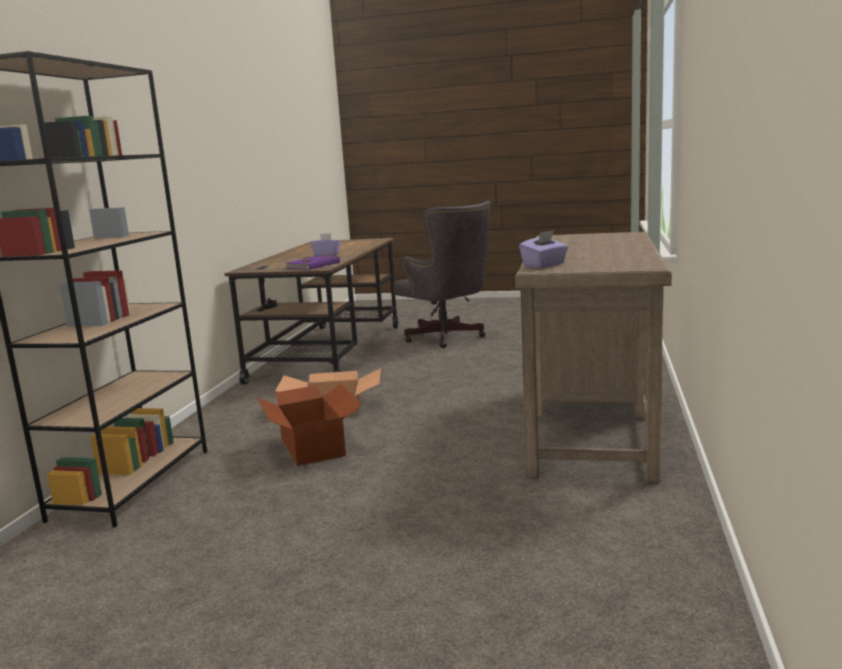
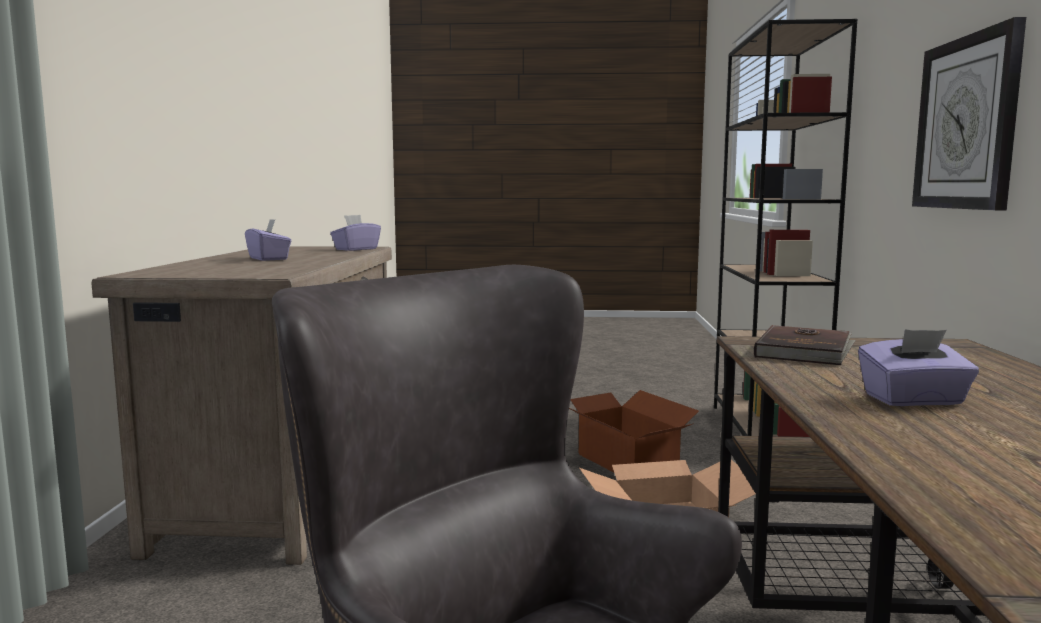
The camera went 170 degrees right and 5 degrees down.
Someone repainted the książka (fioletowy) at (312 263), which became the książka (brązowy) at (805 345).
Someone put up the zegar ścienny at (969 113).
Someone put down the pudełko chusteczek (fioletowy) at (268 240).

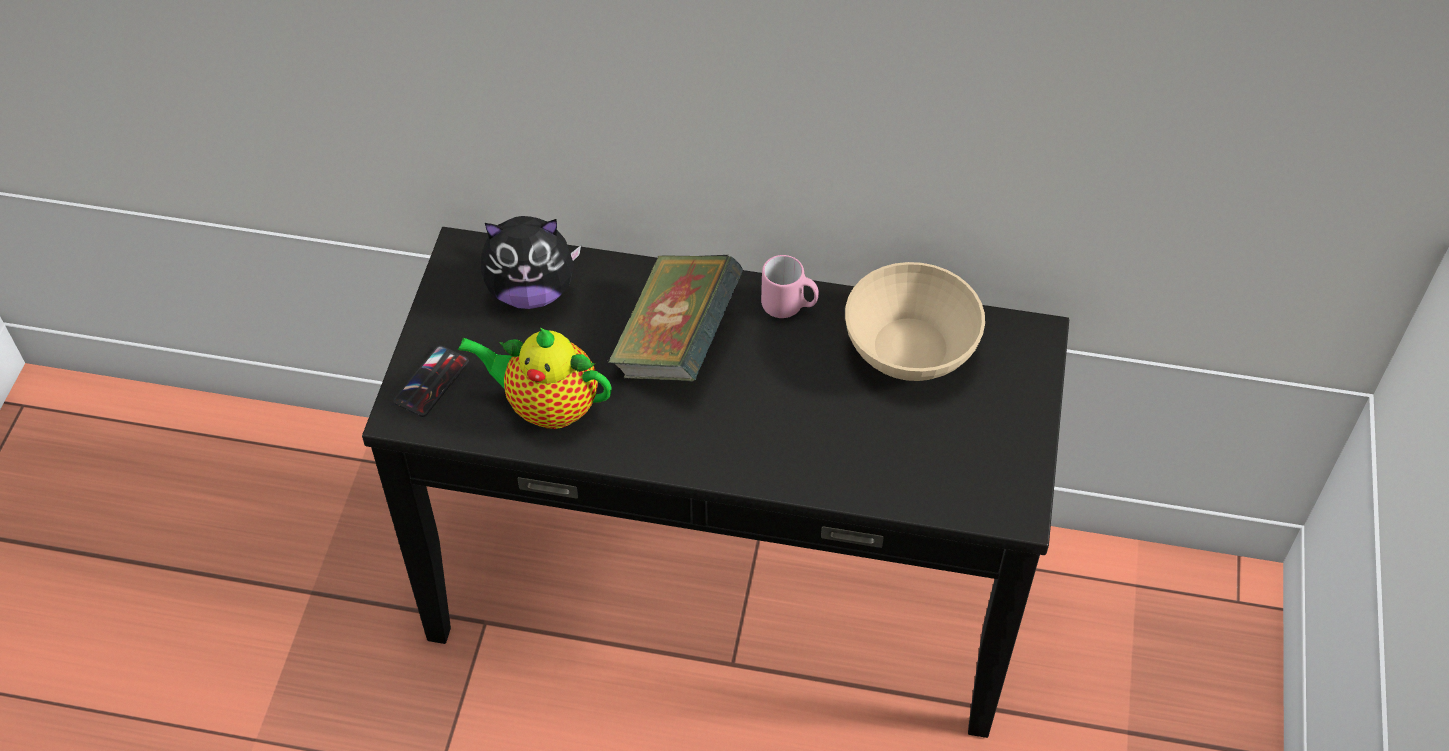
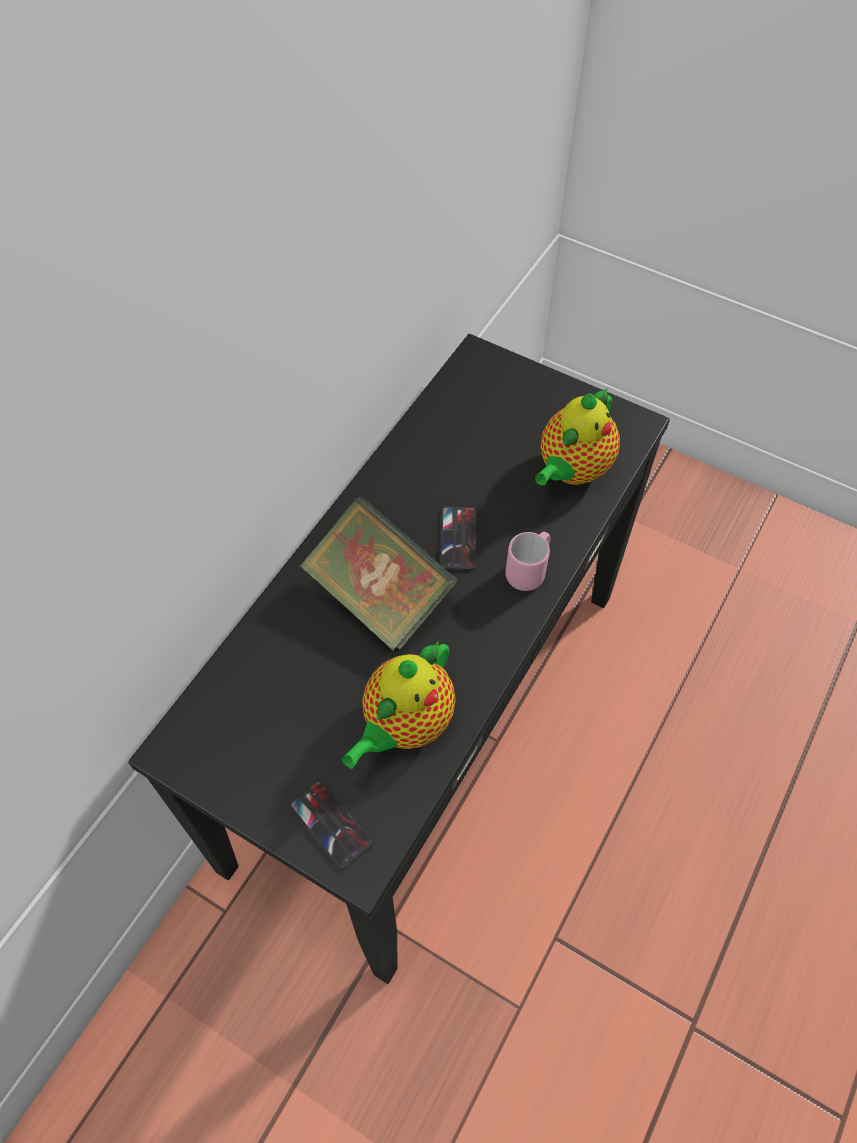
The camera went 70 degrees left and 5 degrees up.
Someone took away the pluszak at (531 262).
Someone carried the kubek (różowy) from (790 286) to (528 561).
Someone took away the miska (beżowy) at (915 321).
Someone put down the imbryk at (577 437).
Someone put down the telefon at (458 538).

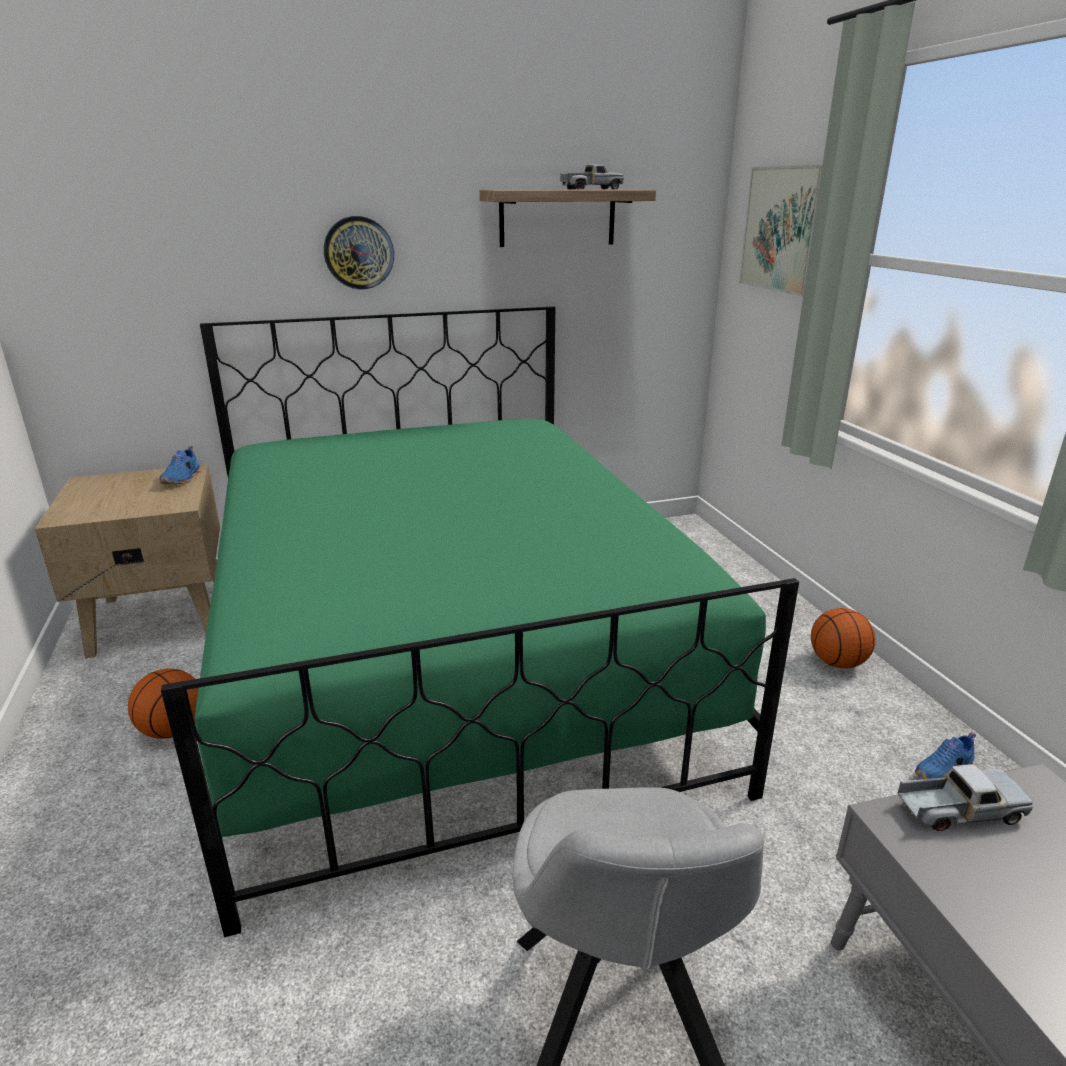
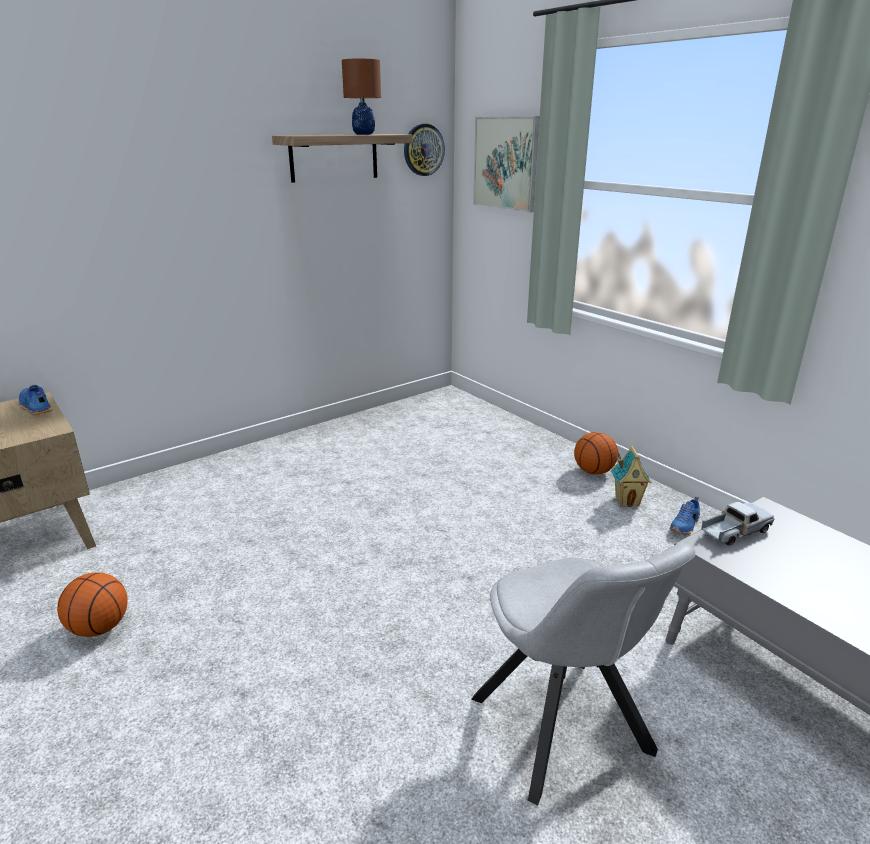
The camera went 20 degrees left and 0 degrees up.
Someone swapped the ciężarówka zabawkowa at (592 176) for the lampa stołowa (brązowy) at (361 97).
Someone carried the zegar ścienny from (359 253) to (424 150).
Someone took away the łóżko (zielony) at (480 621).
Someone rotated the but (niebieski) at (180 465) by 150 degrees clockwise.
Someone put down the domek at (631 476).

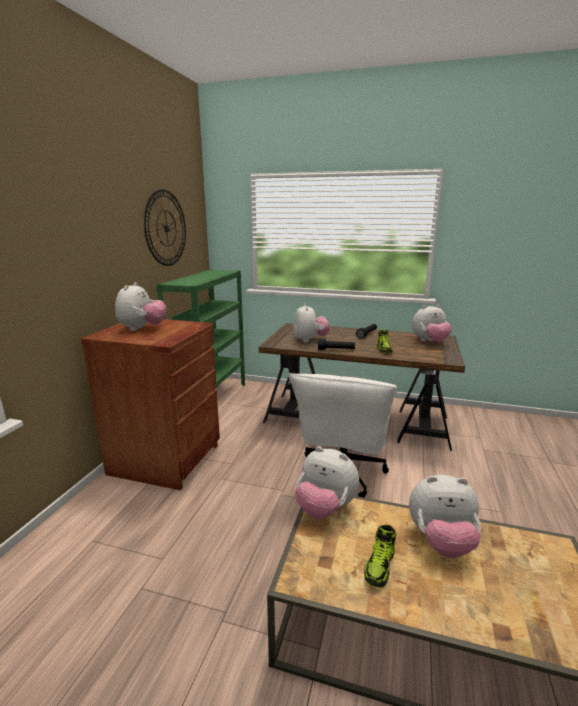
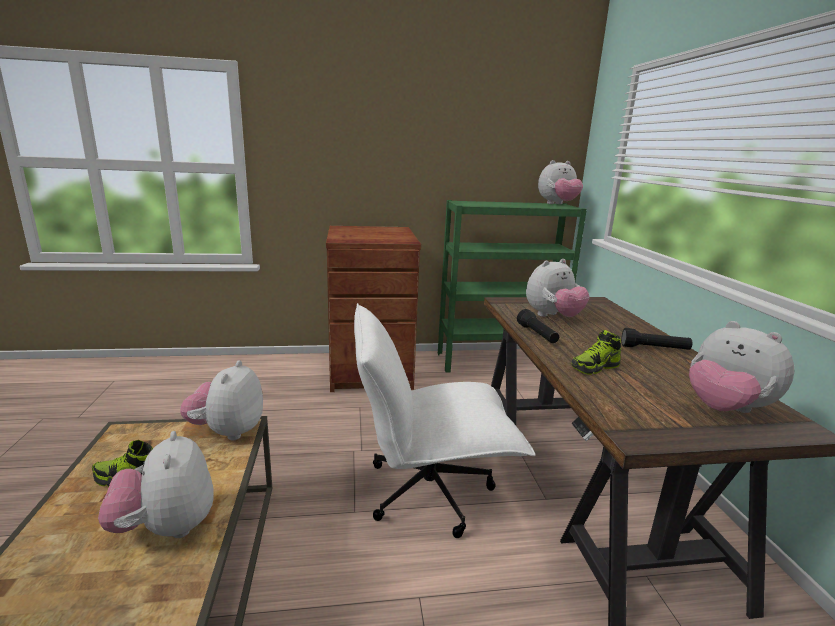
The camera went 65 degrees right and 0 degrees up.
Someone took away the zegar ścienny at (165 227).
Someone carried the pluszak from (140 306) to (560 182).

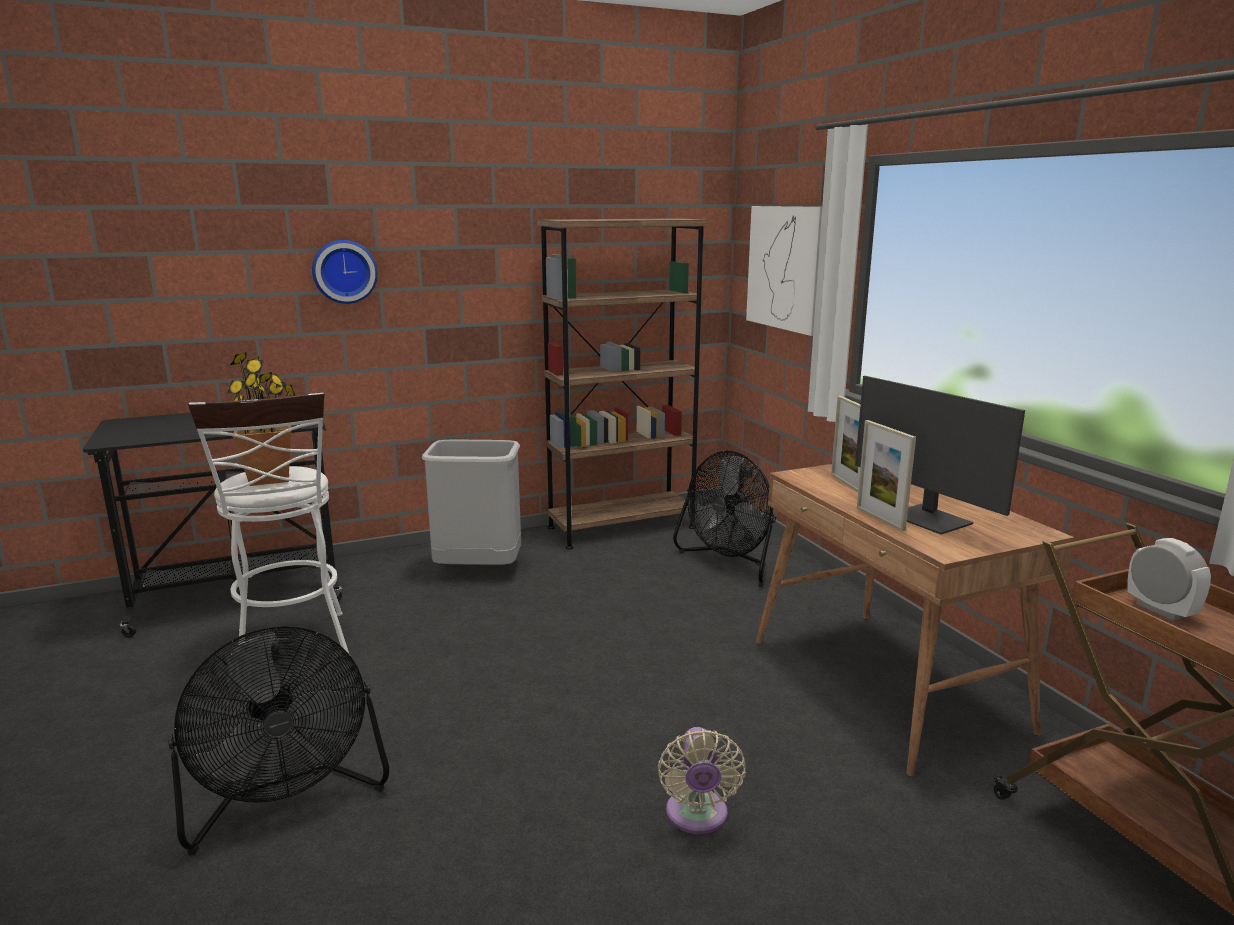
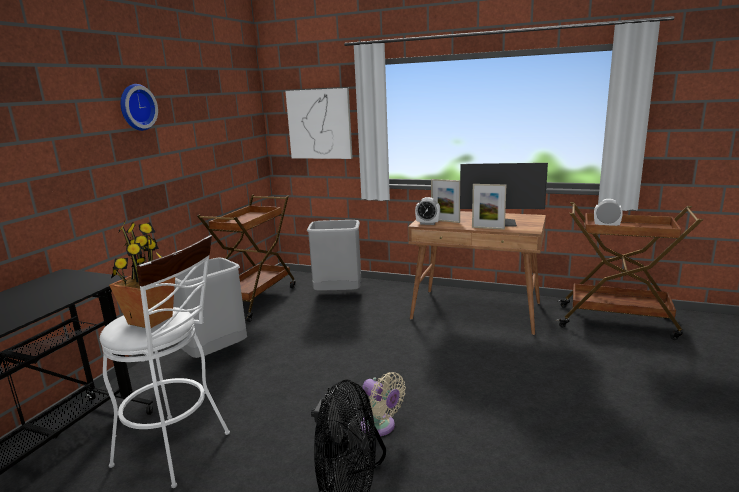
The camera went 45 degrees left and 0 degrees up.
Someone swapped the regał (brązowy) at (622 383) for the wózek (brązowy) at (246 258).
Someone carried the zegar ścienny from (345 272) to (139 107).
Someone swapped the wentylator (czarny) at (725 519) for the kosz na śmieci (szary) at (334 255).
Someone carried the wentylator (beżowy) from (702 780) to (383 404).
Someone put down the budzik at (427 211).

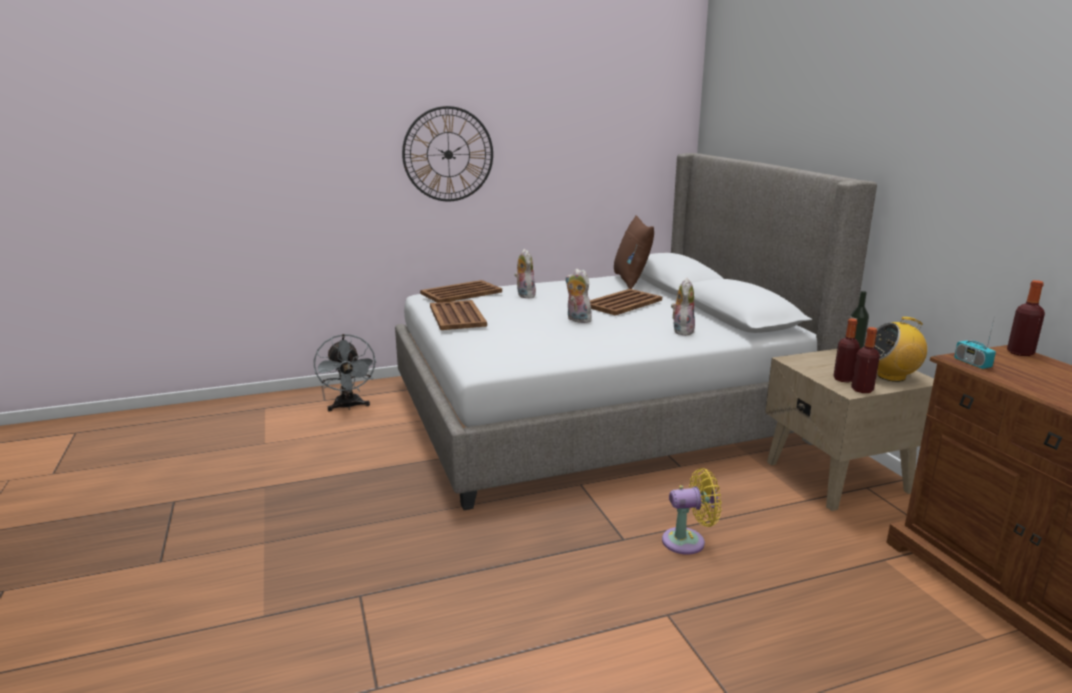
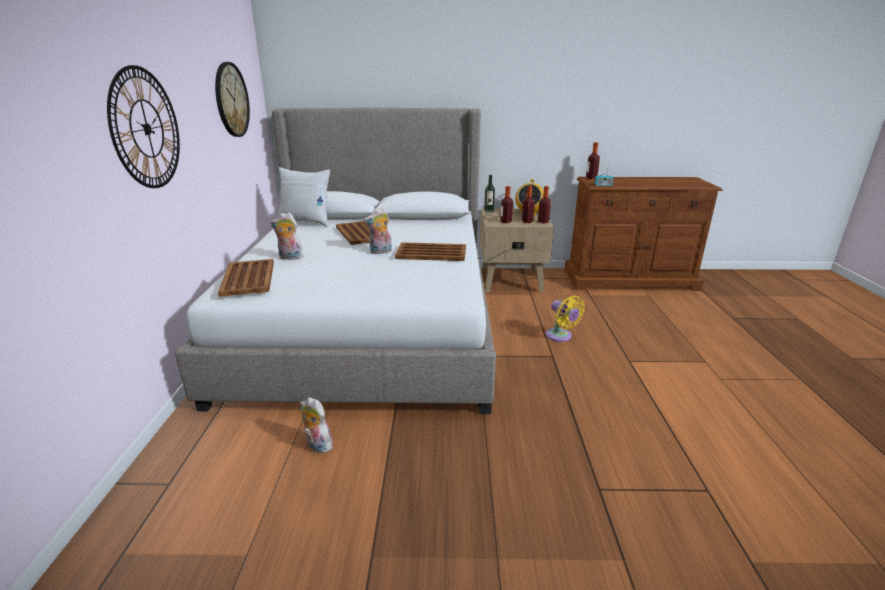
The camera went 70 degrees left and 5 degrees up.
Someone repainted the poduszka (brązowy) at (634 252), which became the poduszka (szary) at (304 197).
Someone carried the pluszak from (683 307) to (316 425).
Someone carried the taca (brązowy) from (458 315) to (430 251).
Someone took away the wentylator (szary) at (345 372).
Someone rotated the wentylator (żółty) at (692 511) by 135 degrees clockwise.
Someone put up the zegar ścienny at (232 99).
Someone put down the butelka at (506 204).

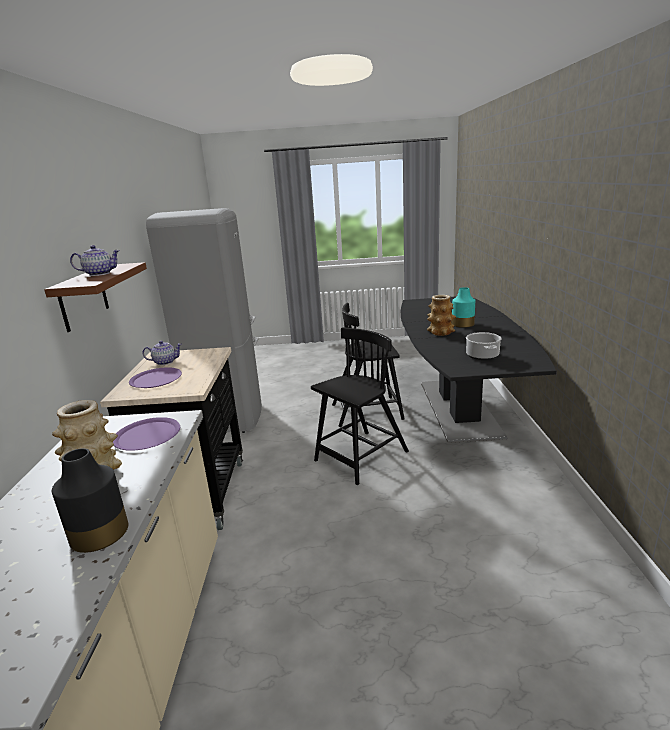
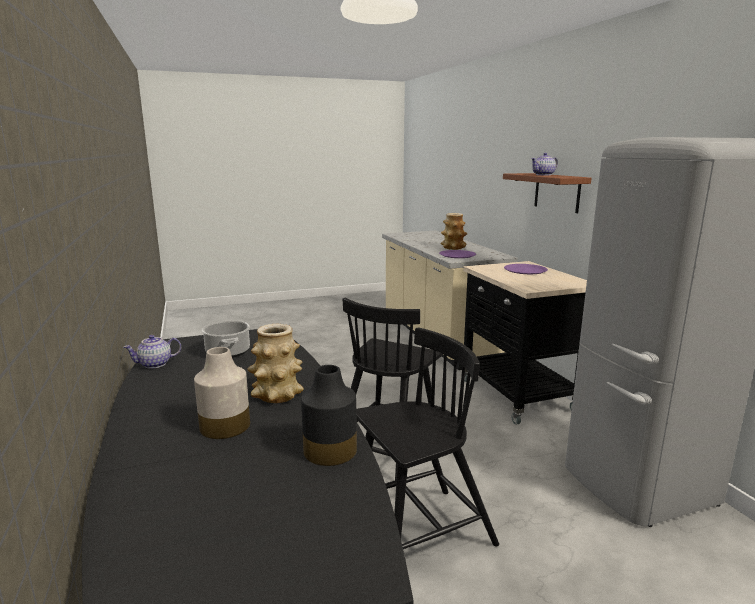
The camera went 160 degrees right and 5 degrees down.
Someone repainted the wazon (turkusowy) at (463 307), which became the wazon (beżowy) at (222 393).
Someone carried the imbryk from (162 353) to (152 351).
Someone carried the wazon (czarny) from (90 500) to (329 415).

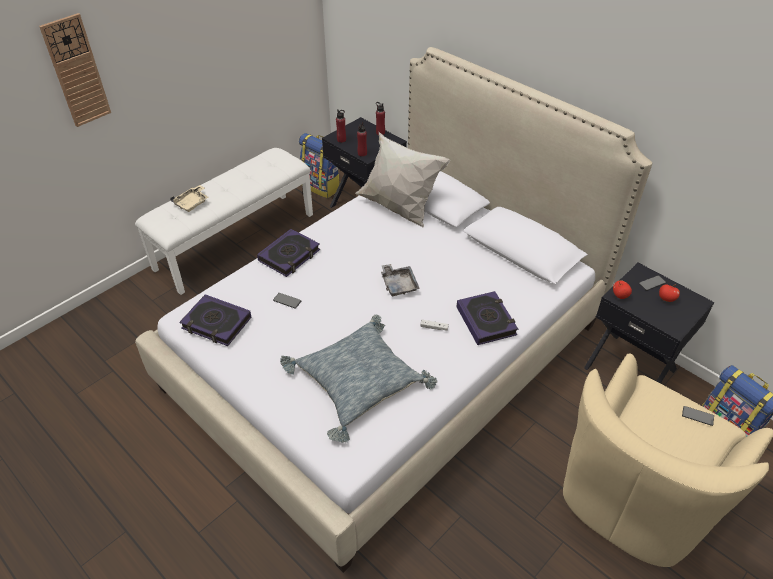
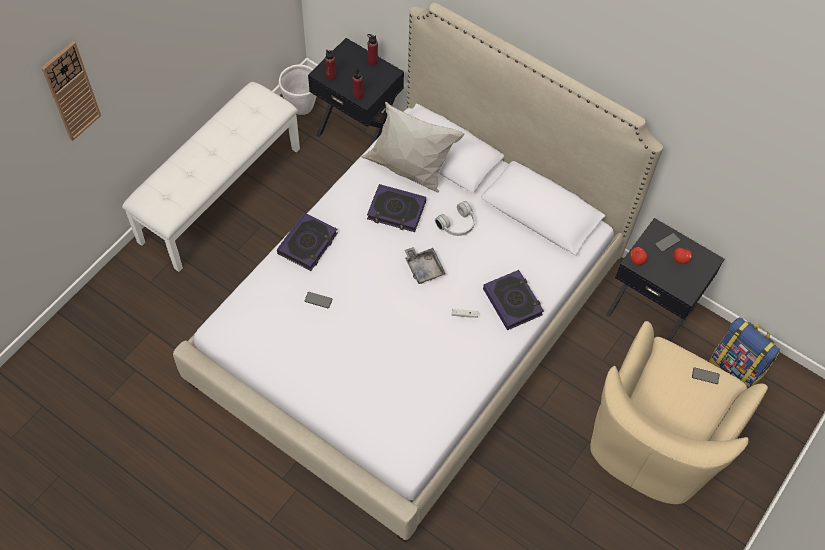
The camera went 10 degrees left and 15 degrees up.
Someone swapped the plecak at (319 165) for the donica (biały) at (298 89).
Someone took away the taca (beżowy) at (189 198).
Someone carried the książka from (215 320) to (396 208).
Someone took away the poduszka at (358 378).
Someone put down the słuchawki (biały) at (455 218).

